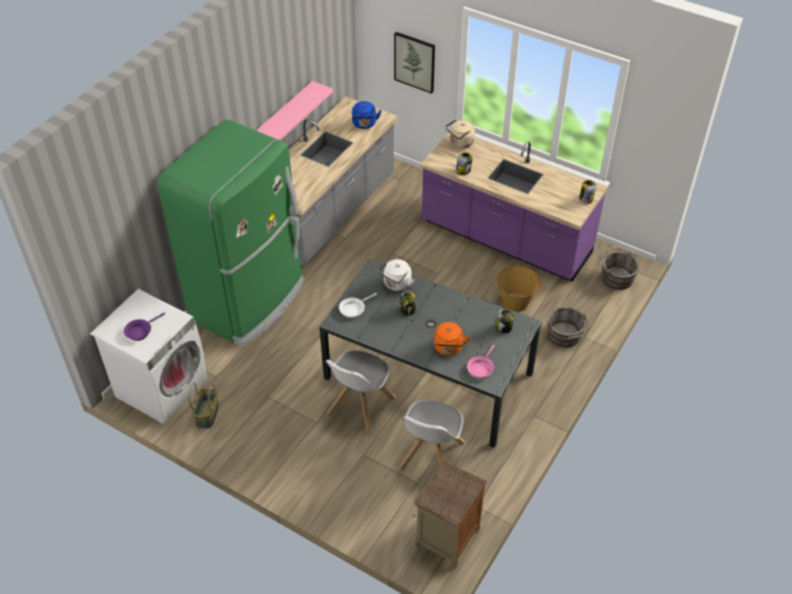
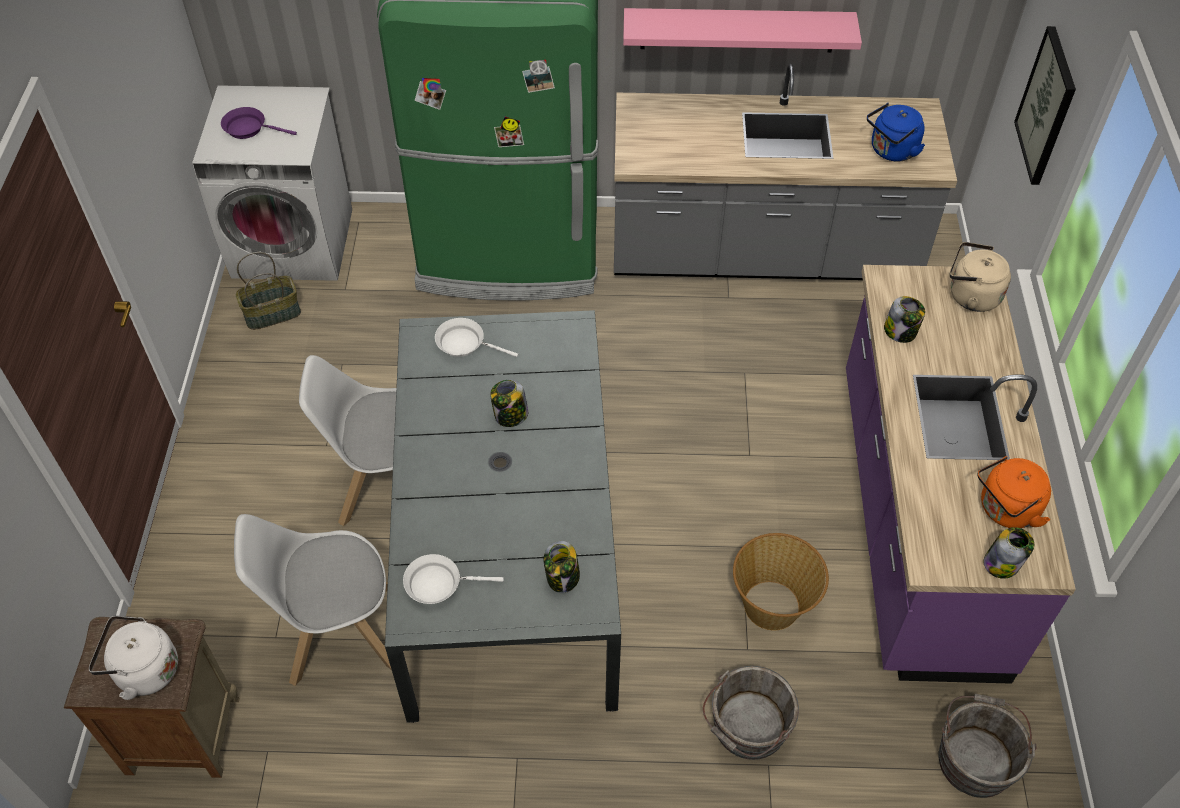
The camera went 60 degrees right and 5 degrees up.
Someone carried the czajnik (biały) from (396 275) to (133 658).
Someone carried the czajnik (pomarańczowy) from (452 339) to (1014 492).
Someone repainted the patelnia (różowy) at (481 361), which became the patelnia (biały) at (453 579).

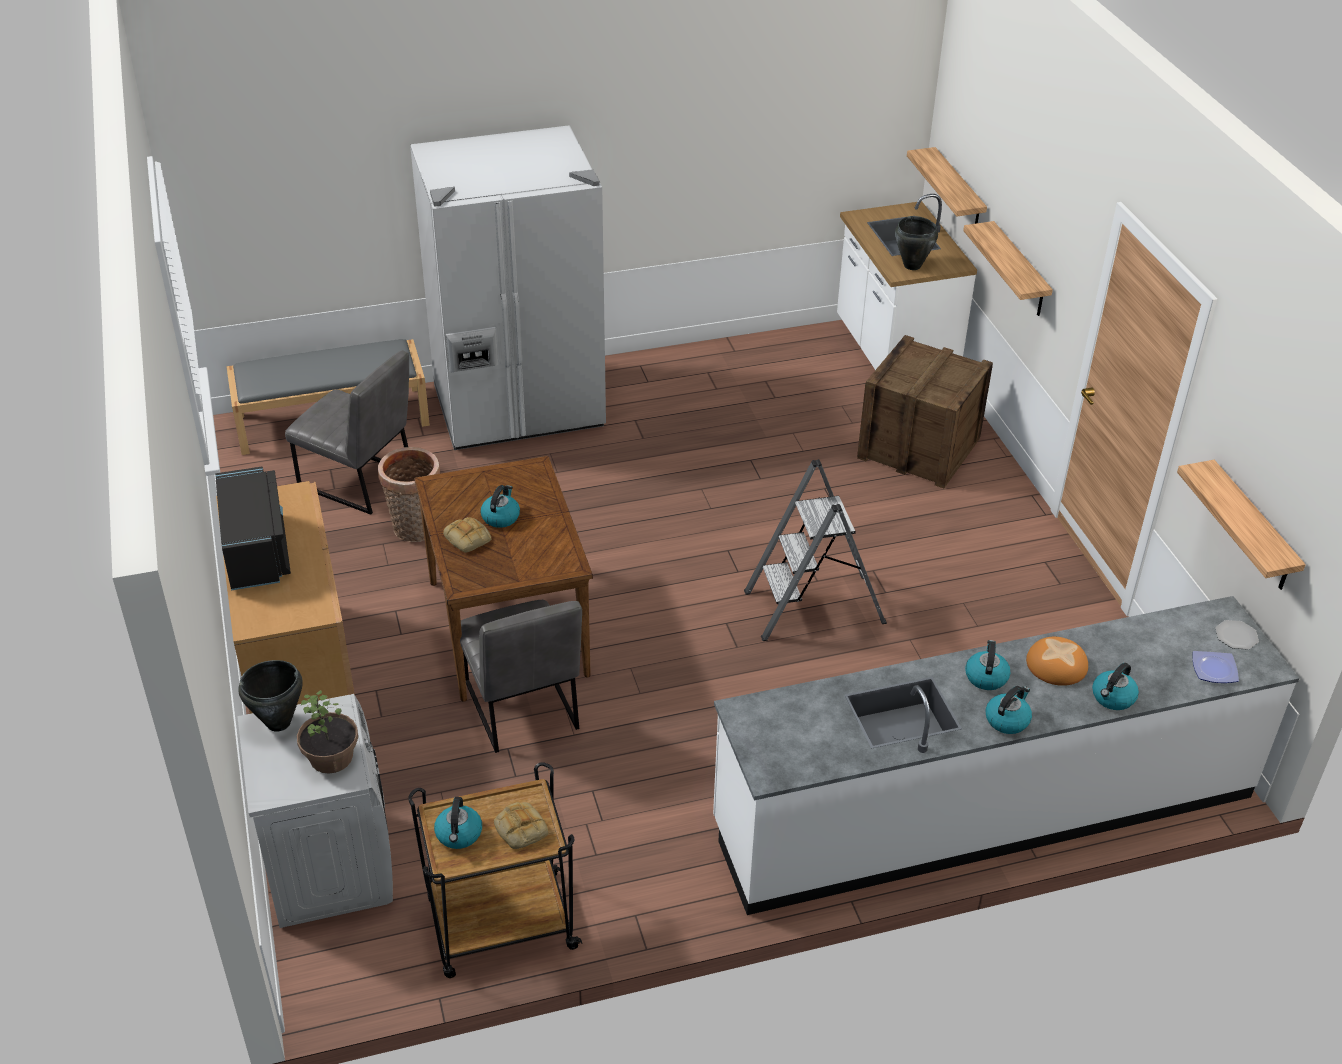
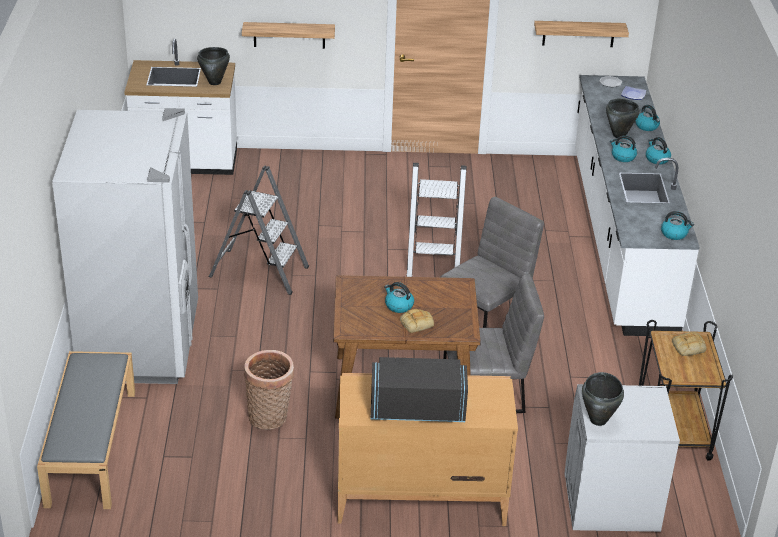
The camera went 75 degrees left and 5 degrees down.
Someone took away the półka at (947 185).
Someone took away the skrzynka at (925 411).
Someone carried the krzesło (szary) from (347 432) to (492 262).
Someone swapped the chleb at (1057 661) for the garnek (czarny) at (623 118).
Someone took away the roślina doniczkowa at (327 732).
Someone carried the czajnik from (458 823) to (677 225).
Someone put down the drabinka (szary) at (258 230).

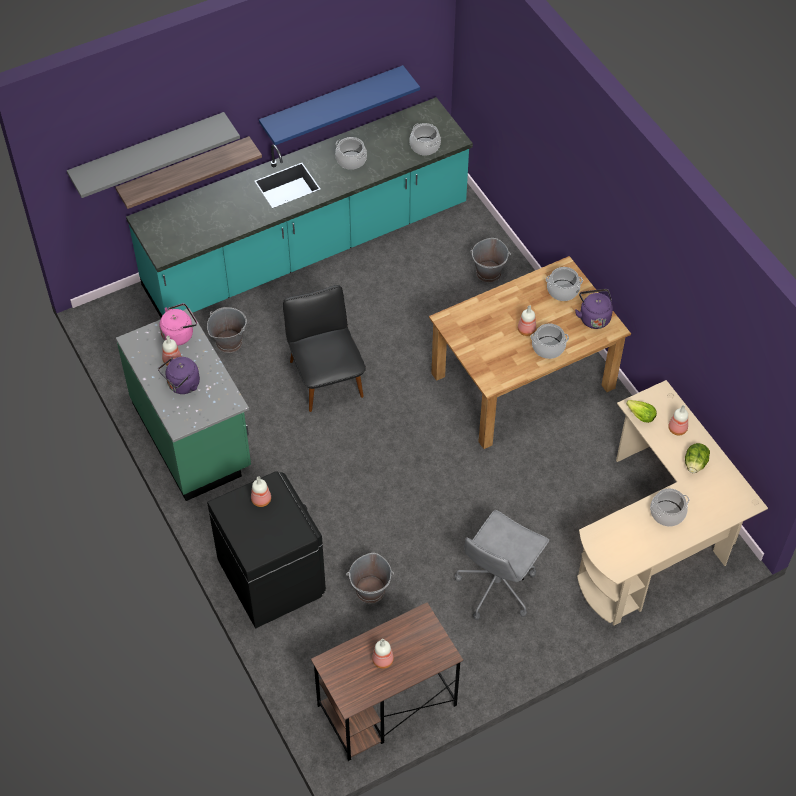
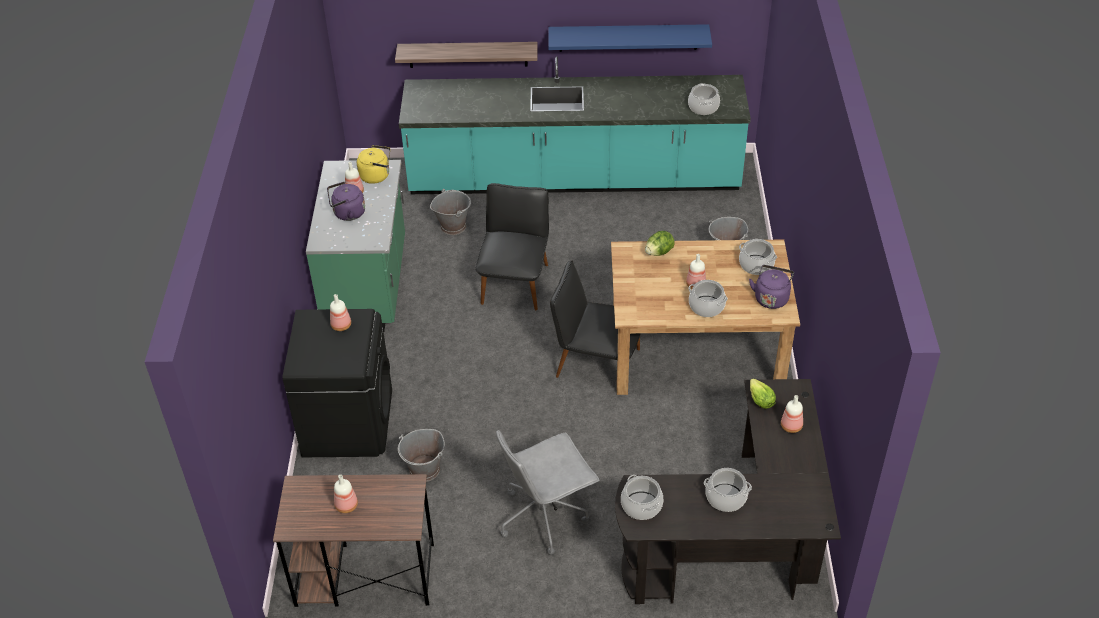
The camera went 30 degrees right and 10 degrees down.
Someone took away the półka (szary) at (153 155).
Someone carried the garnek from (351 153) to (642 497).
Someone repainted the czajnik (różowy) at (178 324), which became the czajnik (żółty) at (373 164).
Someone repainted the biurko (beżowy) at (672 503), which became the biurko (czarny) at (728 491).
Someone carried the sałata from (697 458) to (660 243).
Someone put down the krzesło (czarny) at (595 319).

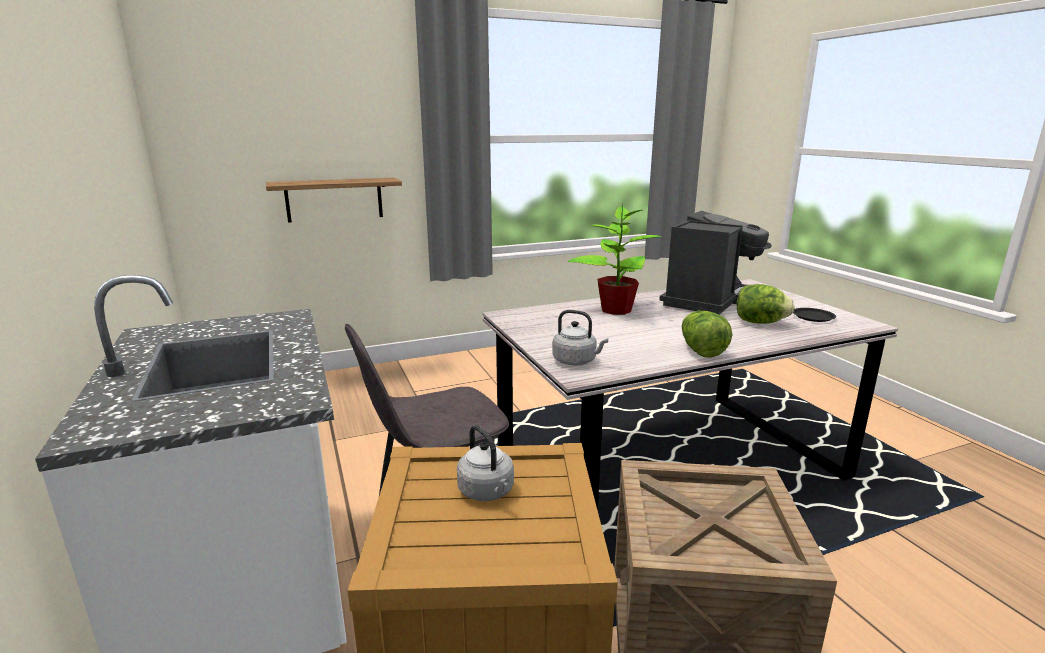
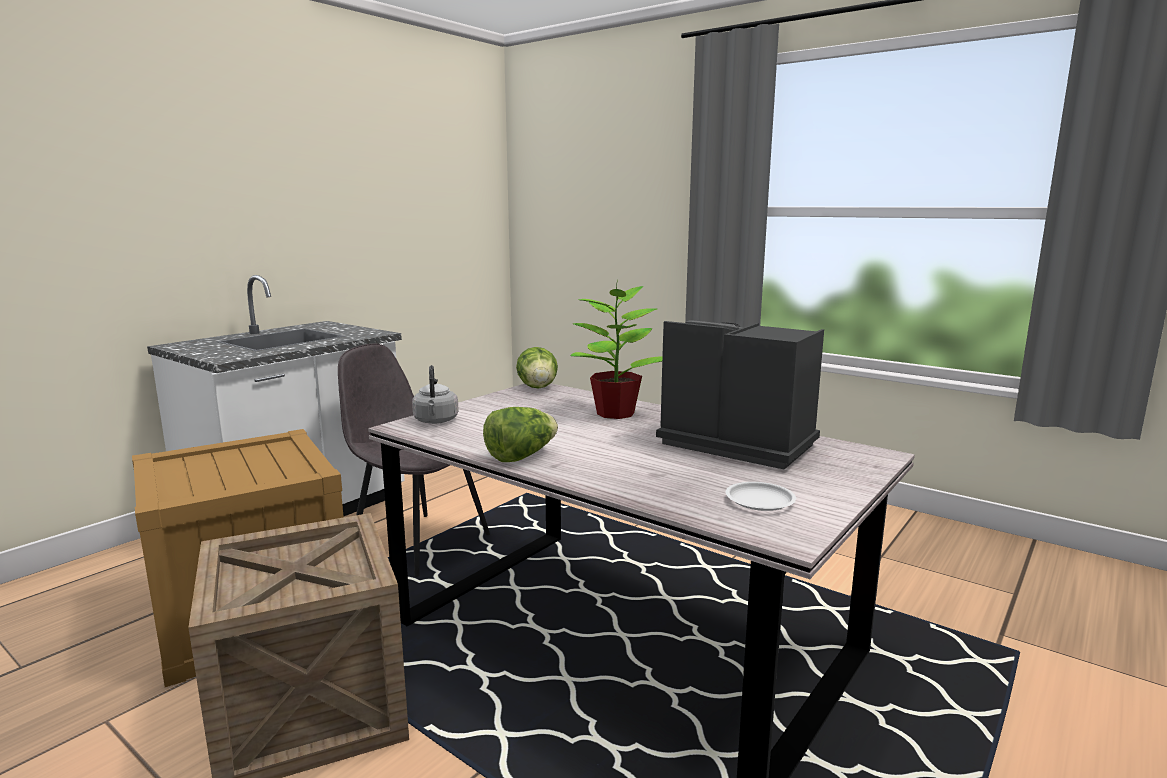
The camera went 60 degrees right and 5 degrees down.
Someone took away the półka at (334 200).
Someone rotated the ekspres do kawy at (715 263) by 150 degrees counterclockwise.
Someone carried the sałata from (766 304) to (537 368).
Someone repainted the talerz (czarny) at (814 315), which became the talerz (biały) at (761 496).
Someone took away the czajnik (szary) at (485 463).

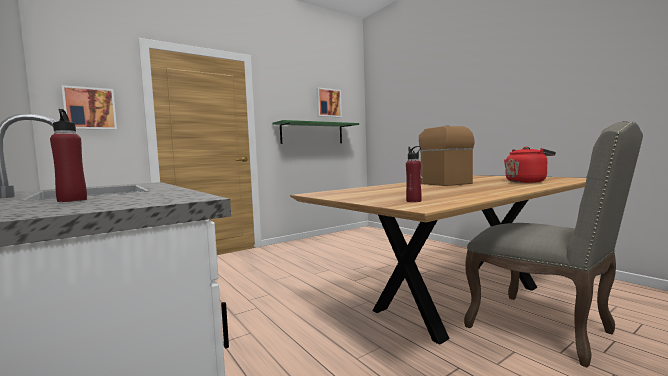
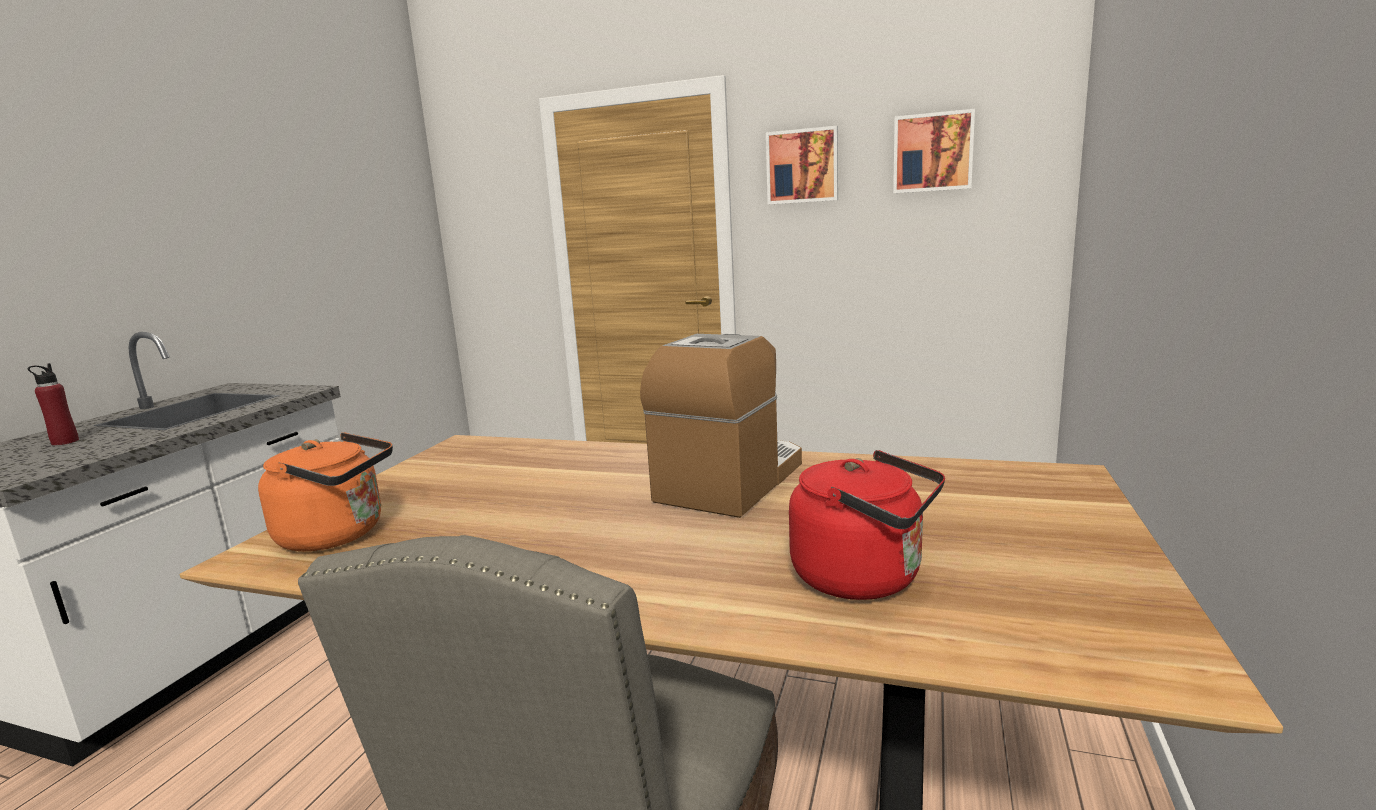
The camera went 55 degrees right and 10 degrees up.
Someone carried the obraz from (89 107) to (802 165).
Someone took away the półka (zielony) at (316 132).
Someone swapped the butelka (czerwony) at (414 174) for the czajnik (pomarańczowy) at (325 491).

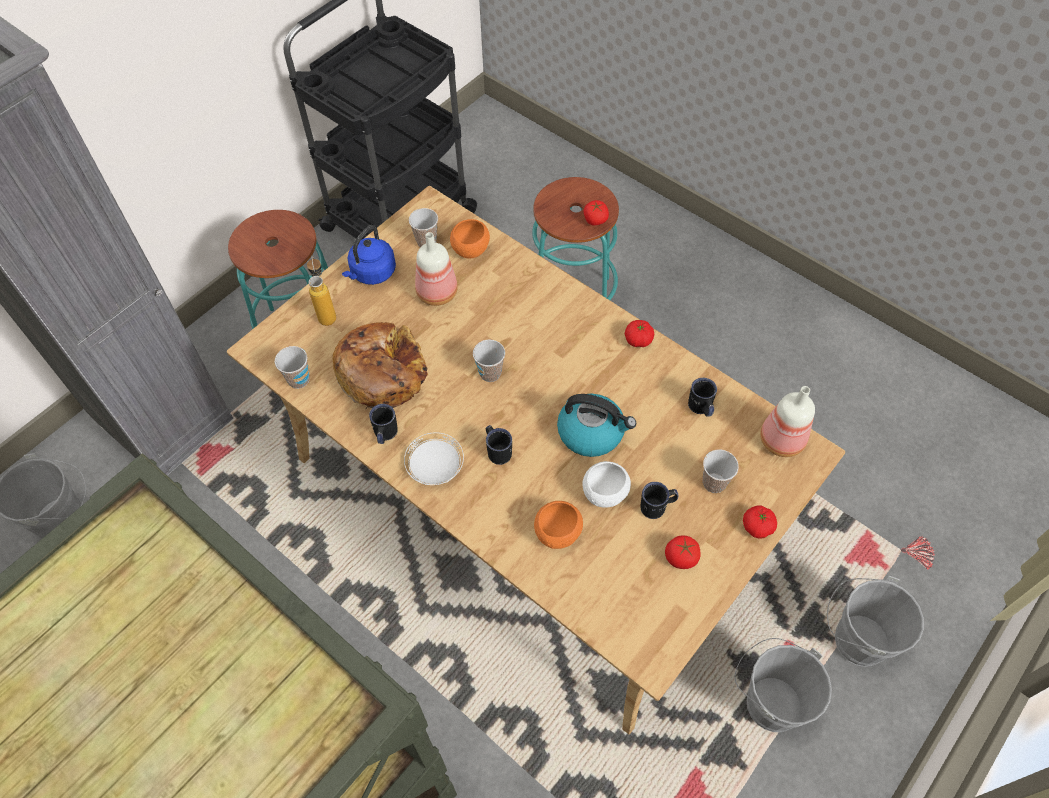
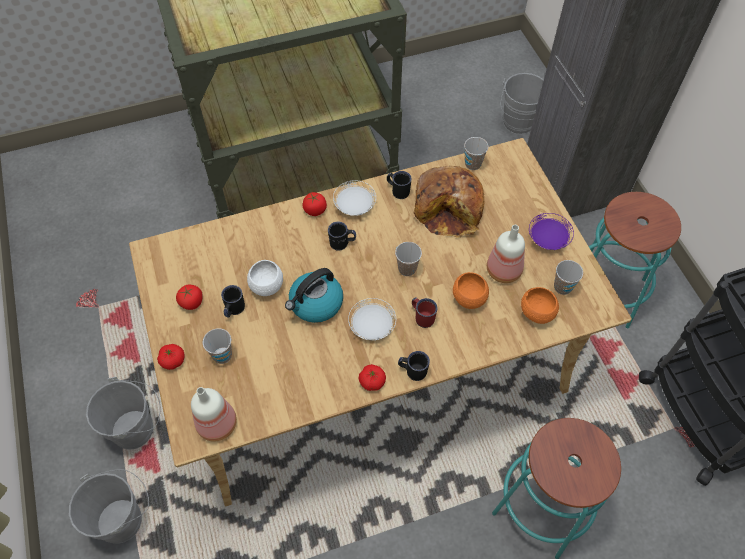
The camera went 120 degrees right and 0 degrees up.
Someone carried the pomidor from (596 212) to (314 204).
Someone swapped the czajnik (niebieski) at (369 255) for the talerz (fioletowy) at (551 231).
Someone took away the butelka at (321 291).
Someone carried the kubek (czarny) from (702 397) to (414 366).
Someone carried the miska (pomarańczowy) from (558 525) to (471 290).
Someone put down the kubek (czerwony) at (425 312).
Someone put down the talerz (biały) at (372 319).

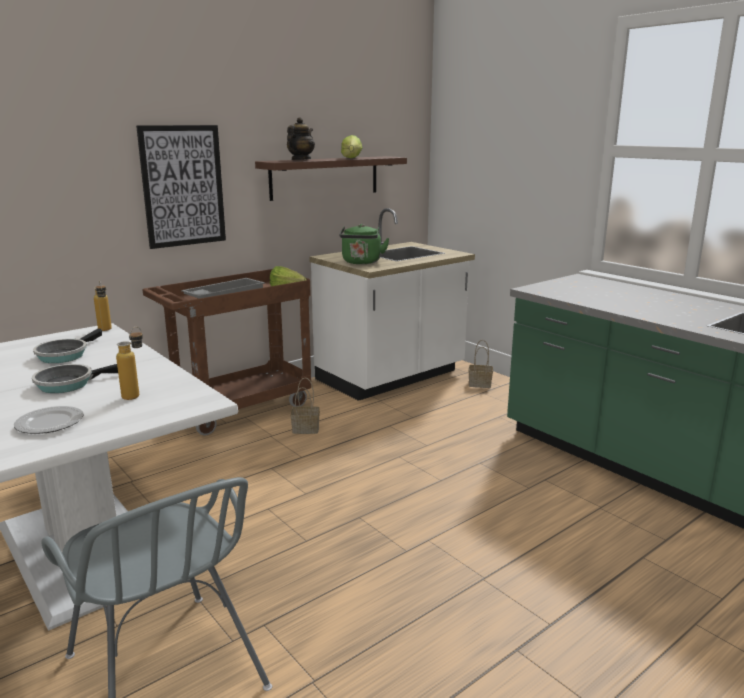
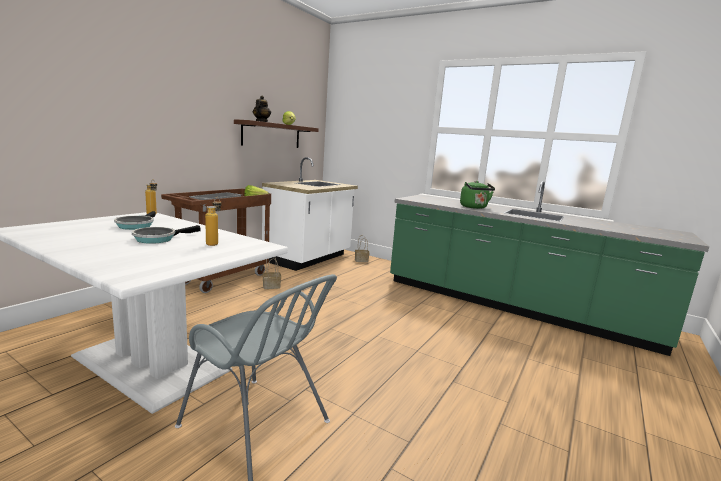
The camera went 20 degrees left and 5 degrees down.
Someone took away the obraz at (181 187).
Someone carried the czajnik (zielony) from (364 244) to (477 195).
Someone took away the talerz at (49 420).

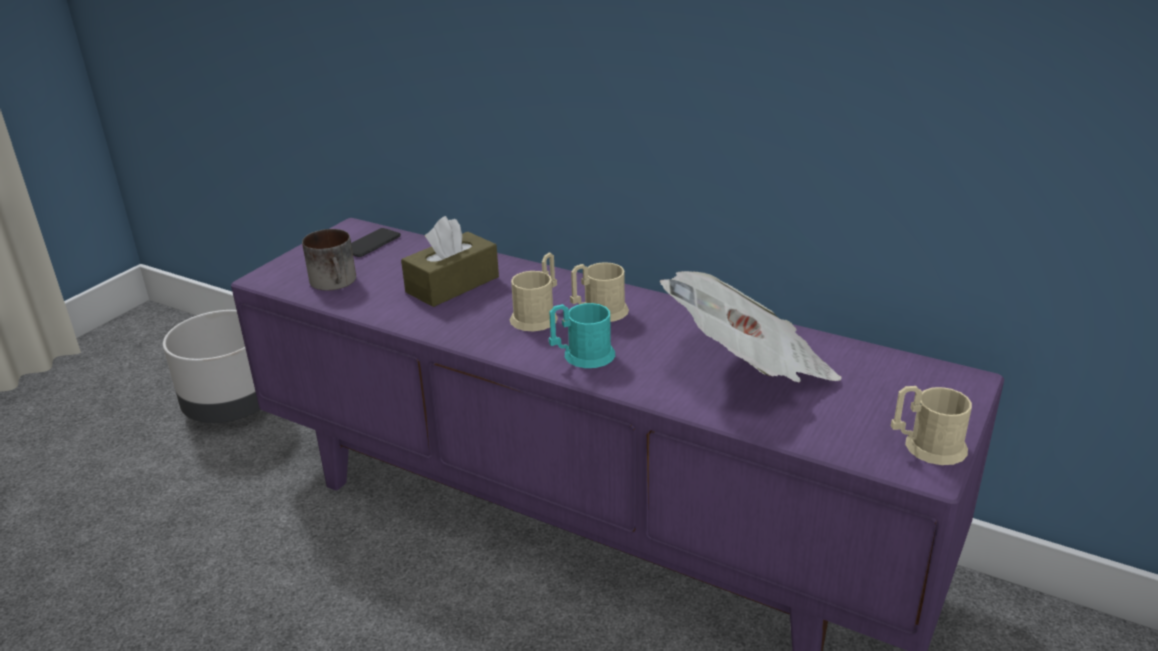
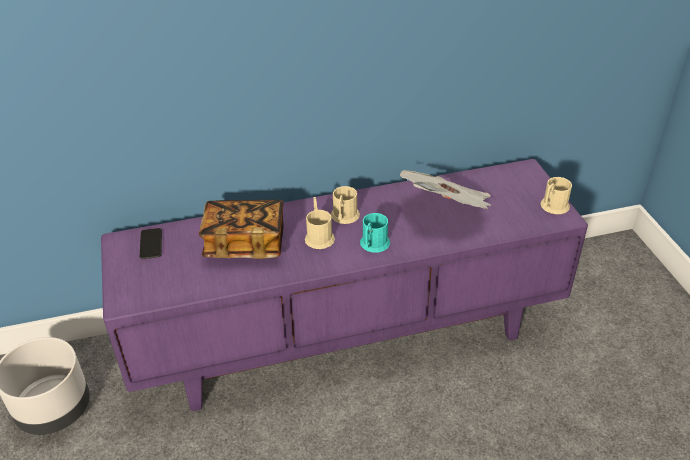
The camera went 45 degrees left and 10 degrees up.
Someone swapped the pudełko chusteczek (brązowy) at (450 261) for the książka at (241 229).
Someone took away the kubek at (329 260).

